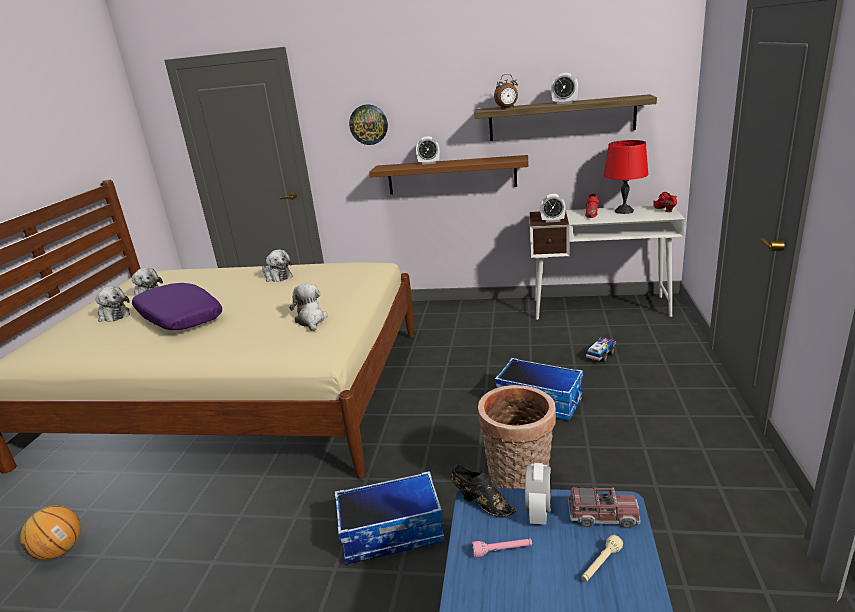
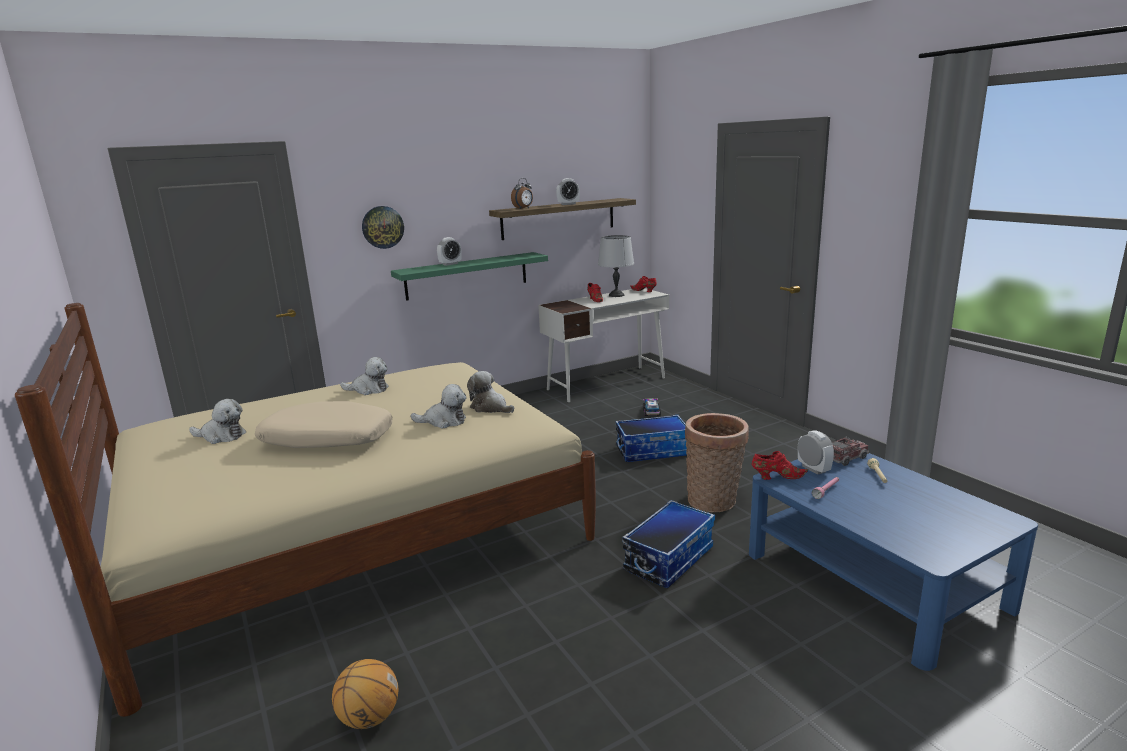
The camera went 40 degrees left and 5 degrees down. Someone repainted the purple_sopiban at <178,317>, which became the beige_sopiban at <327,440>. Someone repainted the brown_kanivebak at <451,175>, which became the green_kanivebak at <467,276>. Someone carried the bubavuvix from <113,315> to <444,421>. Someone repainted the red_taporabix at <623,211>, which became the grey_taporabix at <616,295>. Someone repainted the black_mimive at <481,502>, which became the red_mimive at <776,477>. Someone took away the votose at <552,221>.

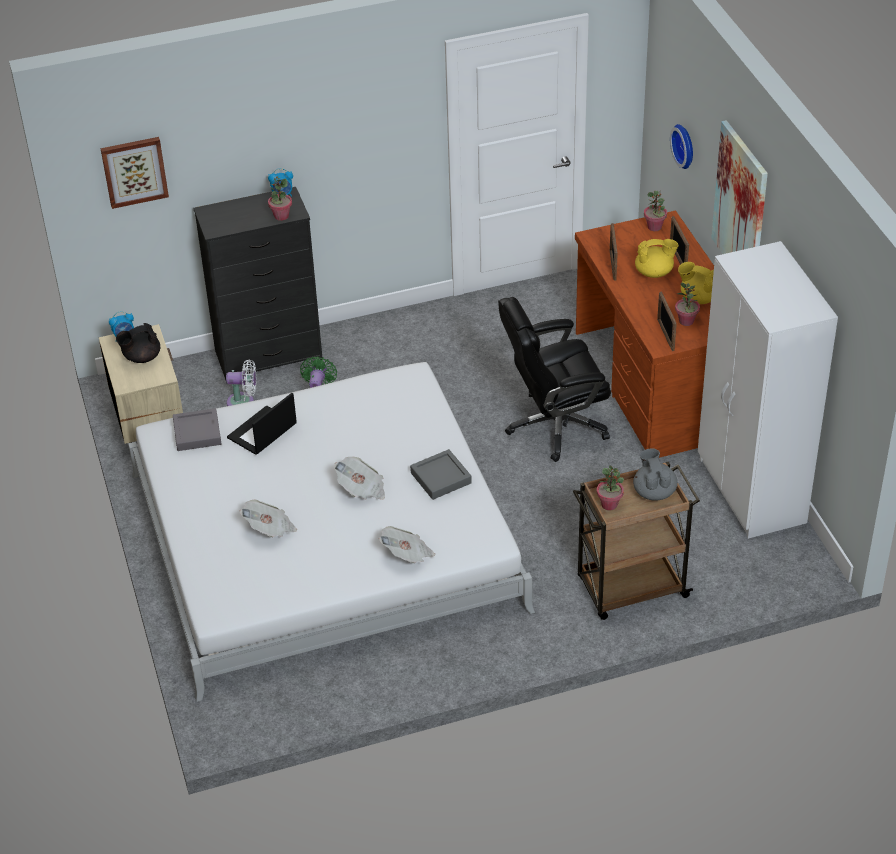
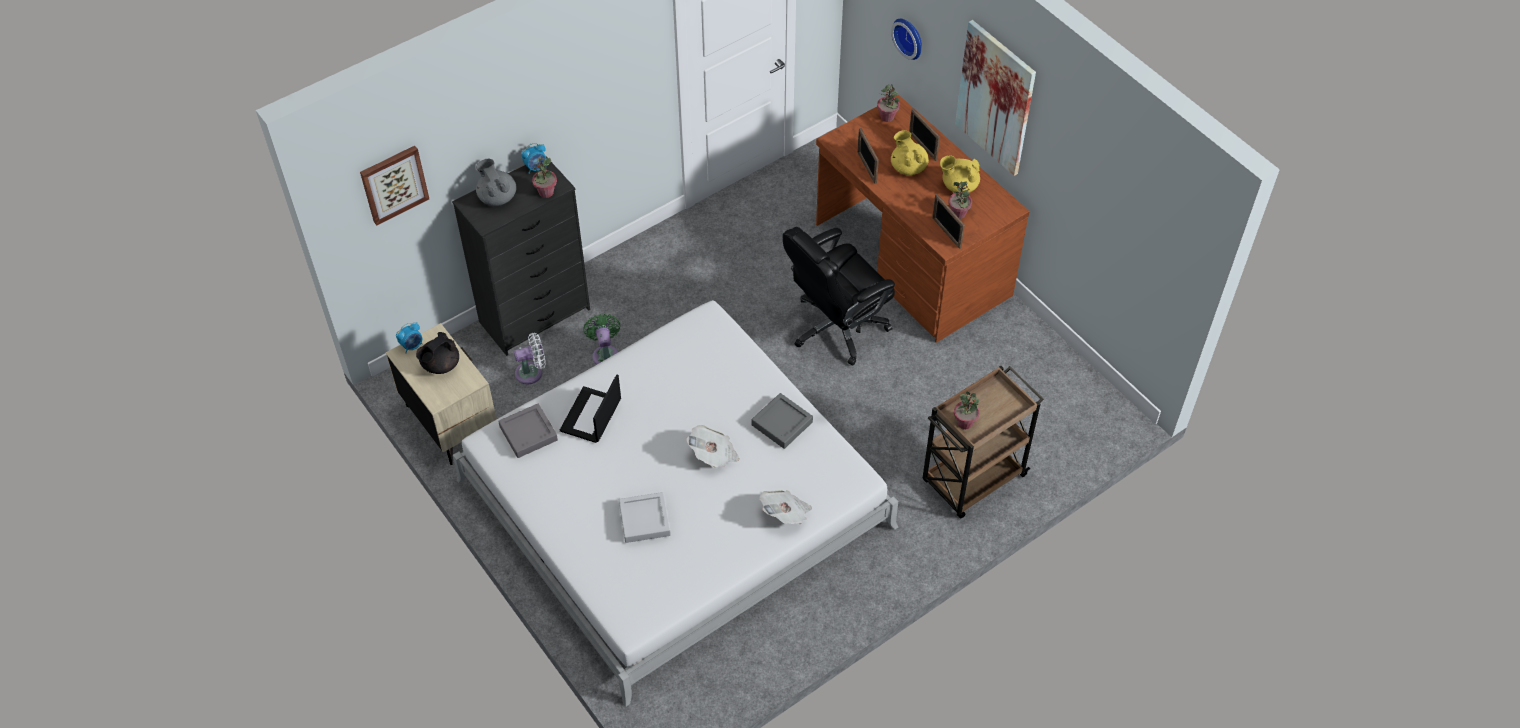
The camera went 20 degrees left and 10 degrees up. Someone carried the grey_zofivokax from <654,491> to <497,197>. Someone swapped the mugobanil at <270,529> for the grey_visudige at <644,520>. Someone rotated the yellow_zofivokax at <654,272> by 90 degrees counterclockwise. Someone took away the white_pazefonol at <750,492>.

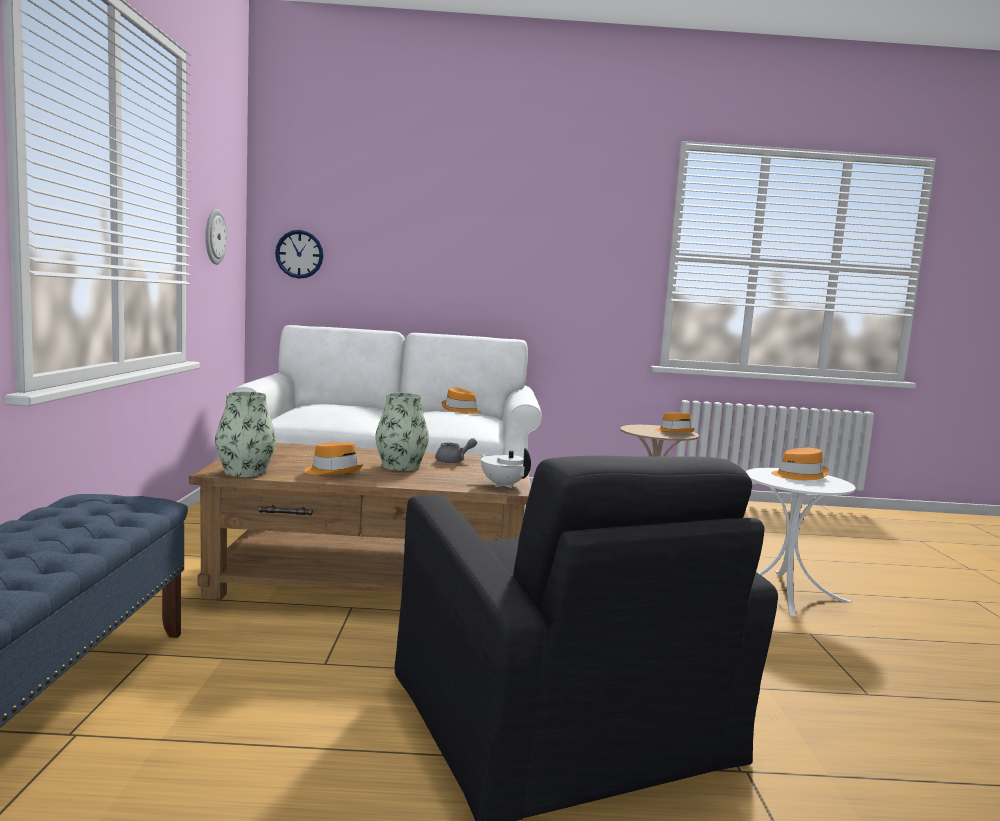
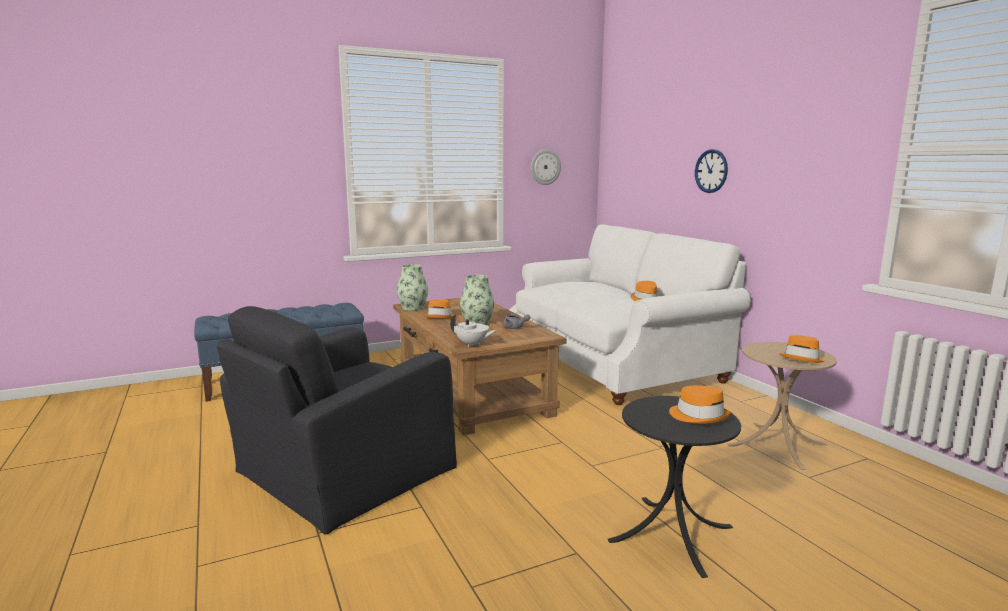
The camera went 65 degrees right and 5 degrees up. Someone rotated the white_zofivokax at <503,485> by 90 degrees clockwise. Someone repainted the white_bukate at <785,592>, which became the black_bukate at <671,534>. Someone carried the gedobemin from <299,254> to <711,171>.

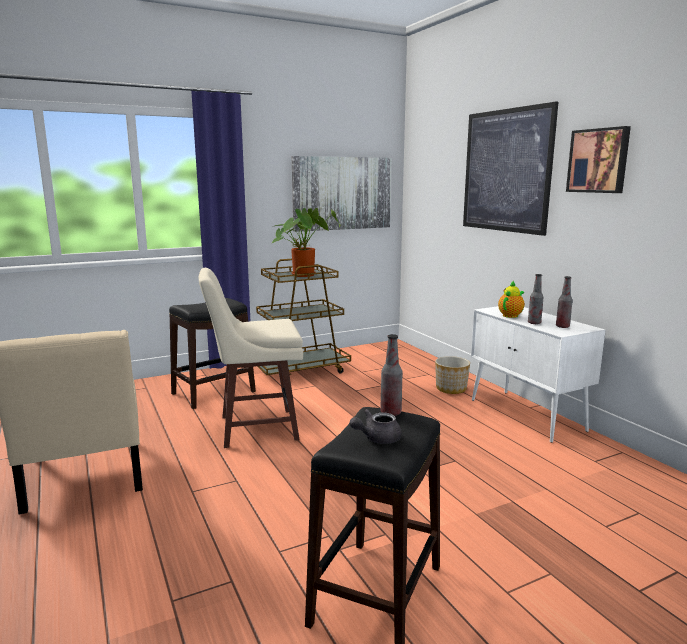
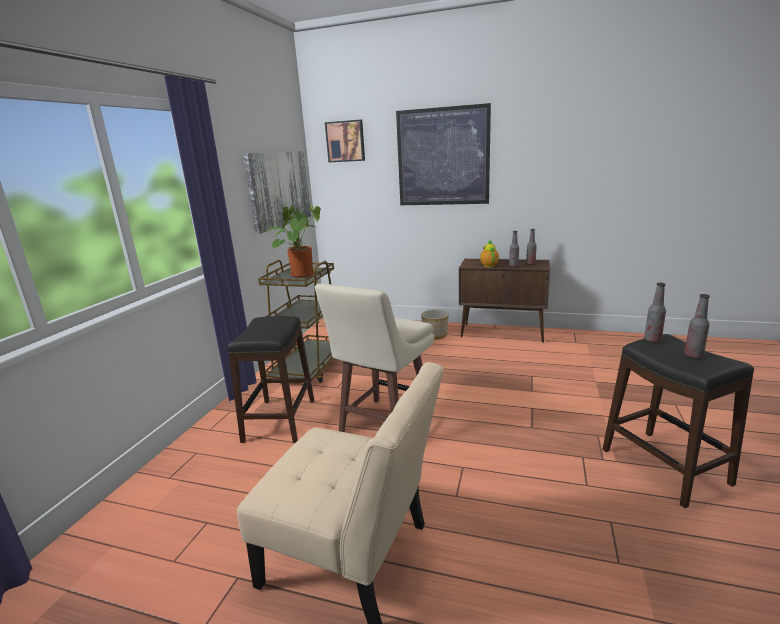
The camera went 45 degrees left and 5 degrees up. Someone carried the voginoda from <599,161> to <345,141>. Someone repainted the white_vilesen at <527,415>, which became the brown_vilesen at <503,333>. Someone swapped the grey_zofivokax at <376,439> for the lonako at <693,355>.

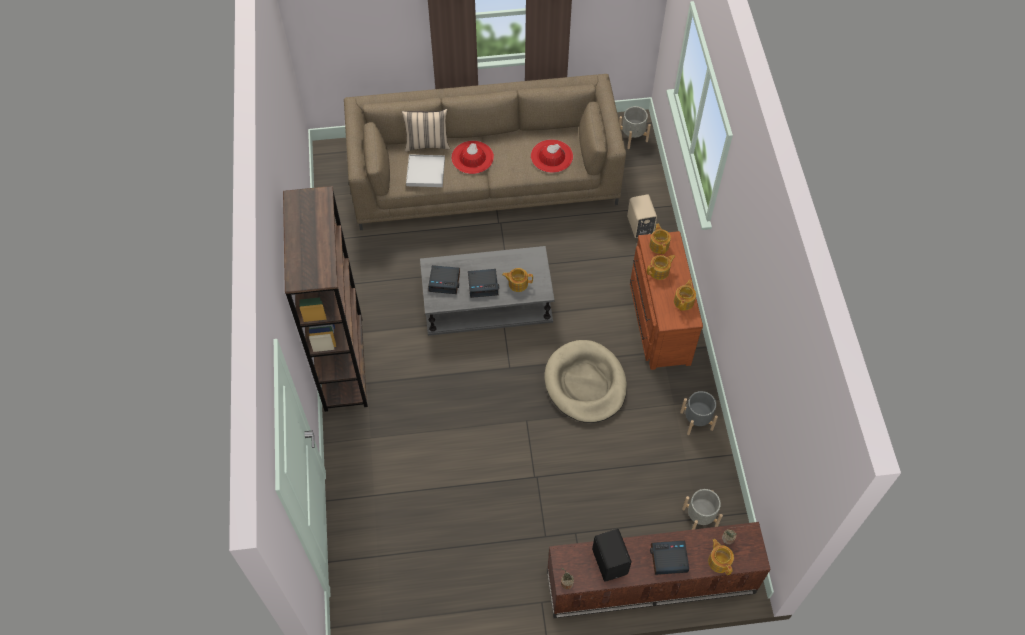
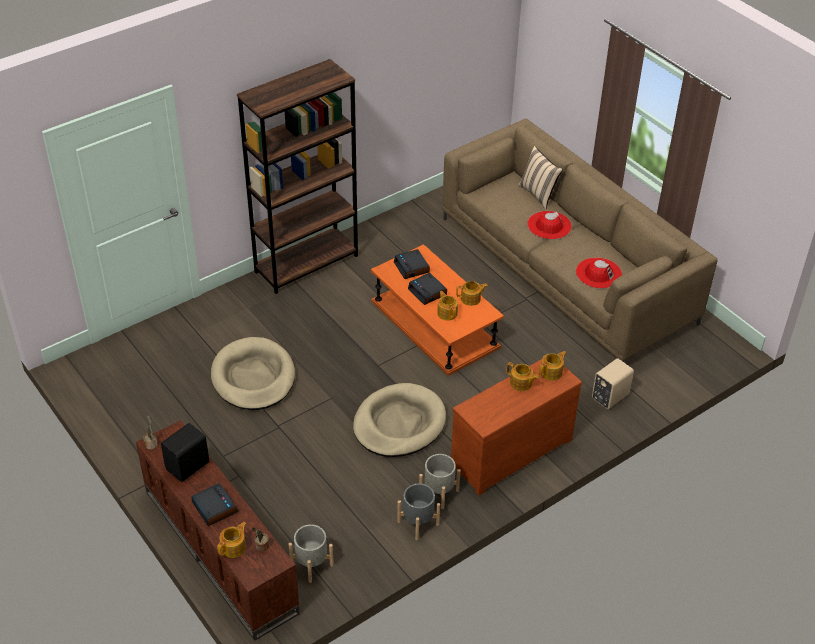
The camera went 60 degrees right and 15 degrees down. Someone put down the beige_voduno at <253,377>. Someone repainted the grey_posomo at <487,301>, which became the orange_posomo at <435,324>. Someone carried the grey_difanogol from <632,137> to <438,493>. Someone carried the zofivokax from <684,301> to <471,299>. Someone took away the white_visudige at <426,172>.

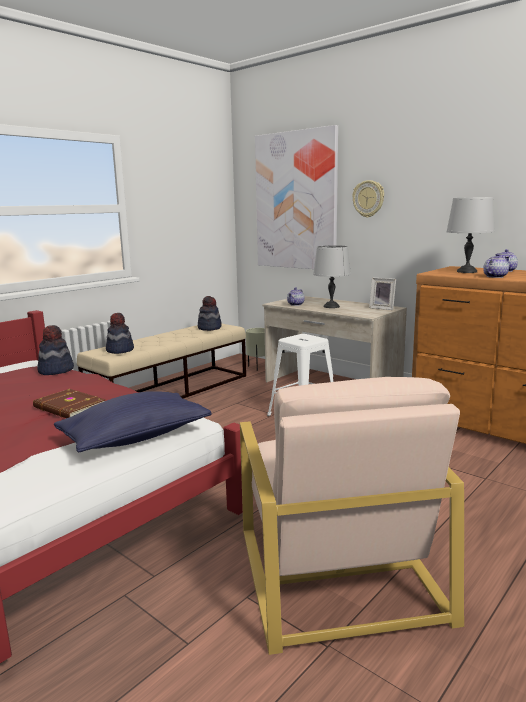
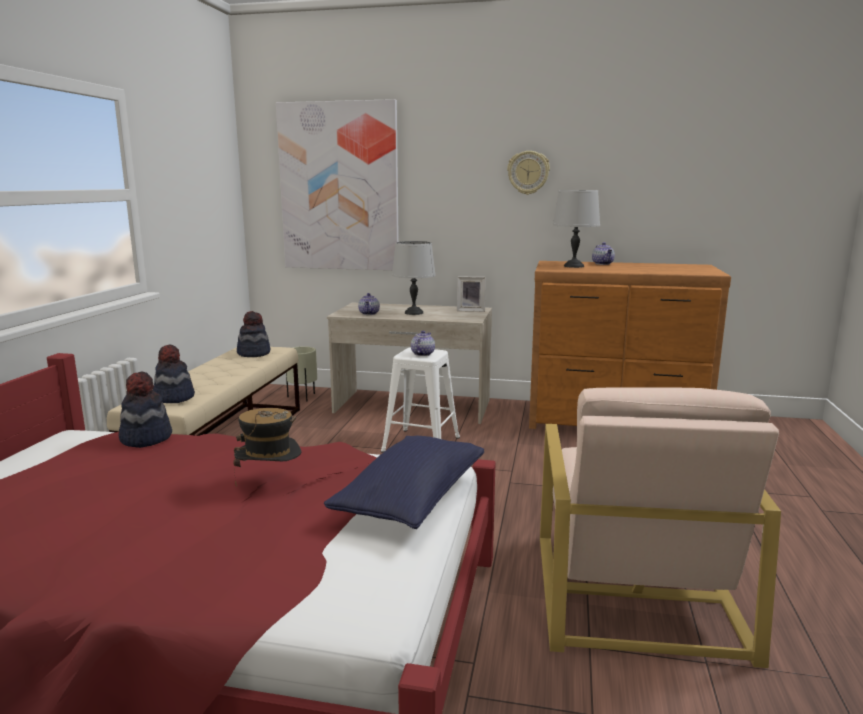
The camera went 30 degrees left and 0 degrees up. Someone swapped the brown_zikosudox at <69,408> for the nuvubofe at <269,482>. Someone carried the zofivokax from <494,276> to <422,354>. Someone carried the gedobemin from <368,199> to <528,172>. Someone rotated the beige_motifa at <338,570> by 45 degrees clockwise.

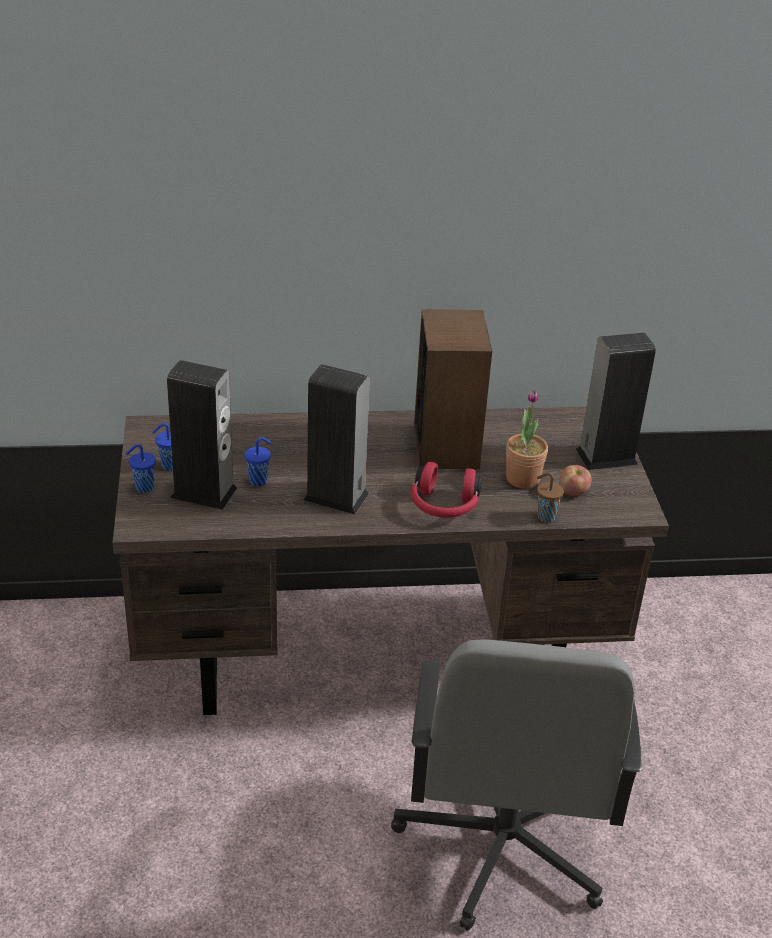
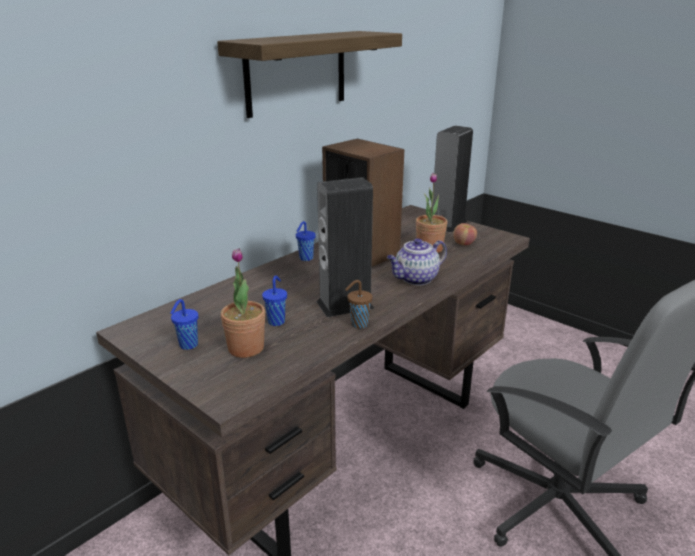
The camera went 40 degrees left and 10 degrees down. Someone put up the kanivebak at <296,72>. Someone swapped the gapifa at <204,492> for the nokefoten at <246,348>. Someone carried the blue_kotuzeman from <143,487> to <305,258>. Someone carried the brown_kotuzeman from <545,516> to <358,324>. Someone swapped the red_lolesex at <443,506> for the zofivokax at <415,279>.

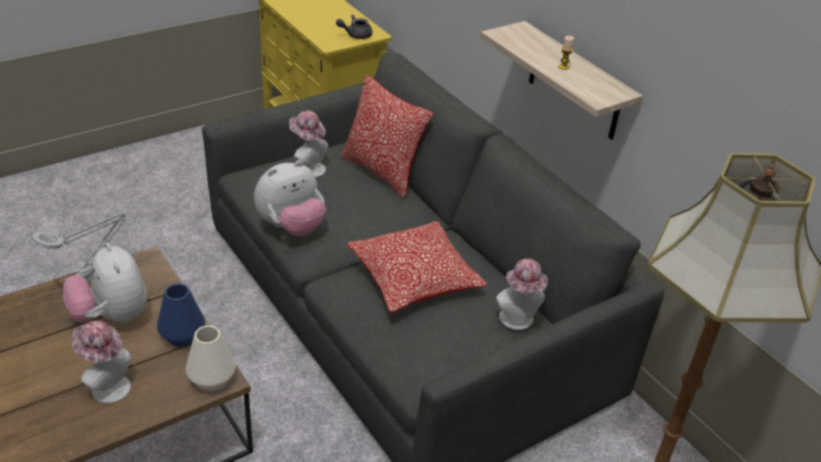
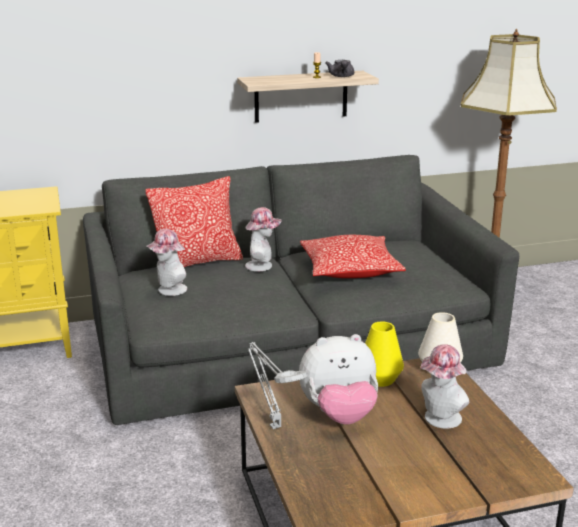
The camera went 70 degrees left and 15 degrees down. Someone carried the nuvubofe from <518,321> to <262,265>. Someone carried the grey_zofivokax from <355,35> to <341,76>. Someone repainted the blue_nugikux at <182,336>, which became the yellow_nugikux at <380,379>. Someone took away the bubavuvix at <291,227>.

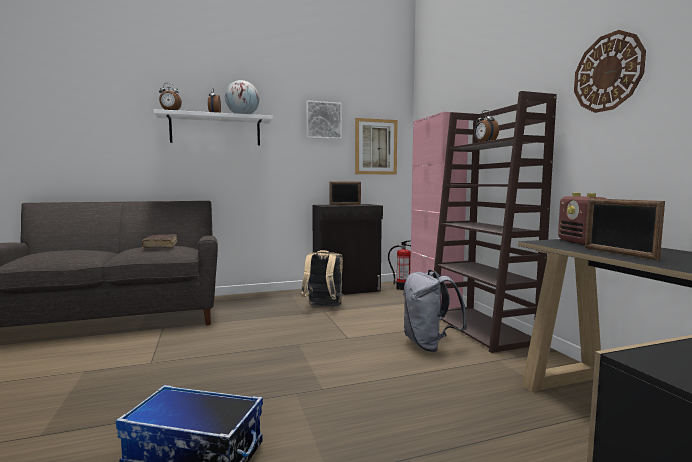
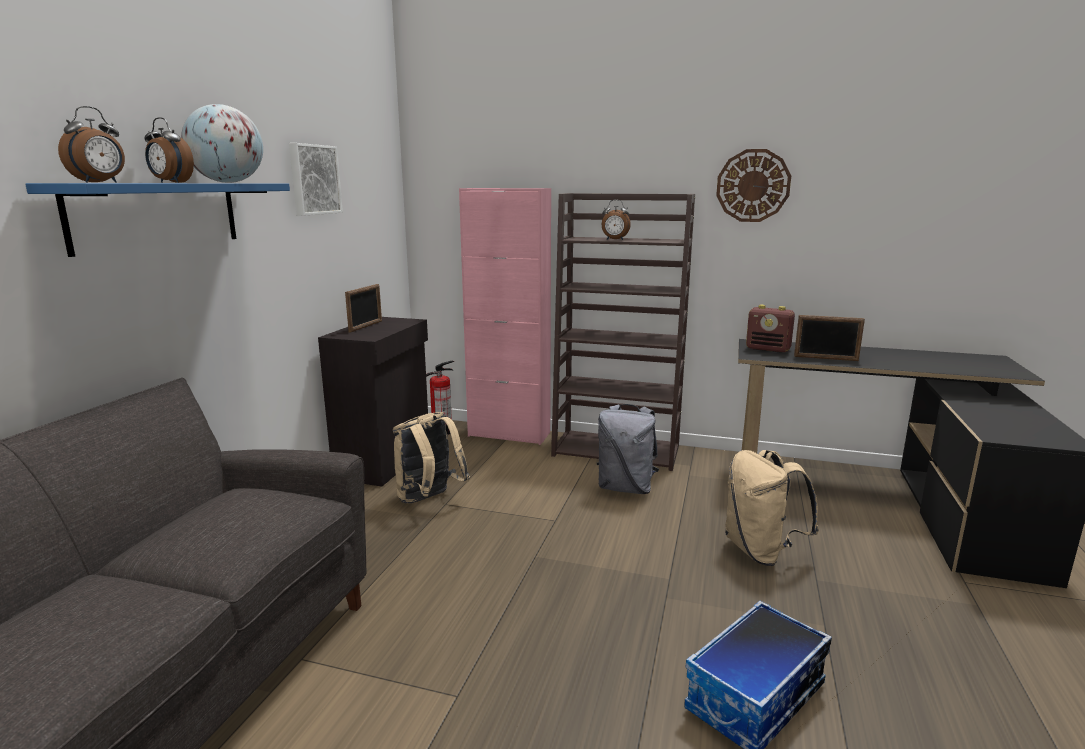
The camera went 55 degrees left and 10 degrees up. Someone repainted the white_kanivebak at <216,130>, which became the blue_kanivebak at <158,215>. Someone put down the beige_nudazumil at <761,551>. Someone took away the brown_zikosudox at <160,246>. Someone took away the voginoda at <376,147>.

